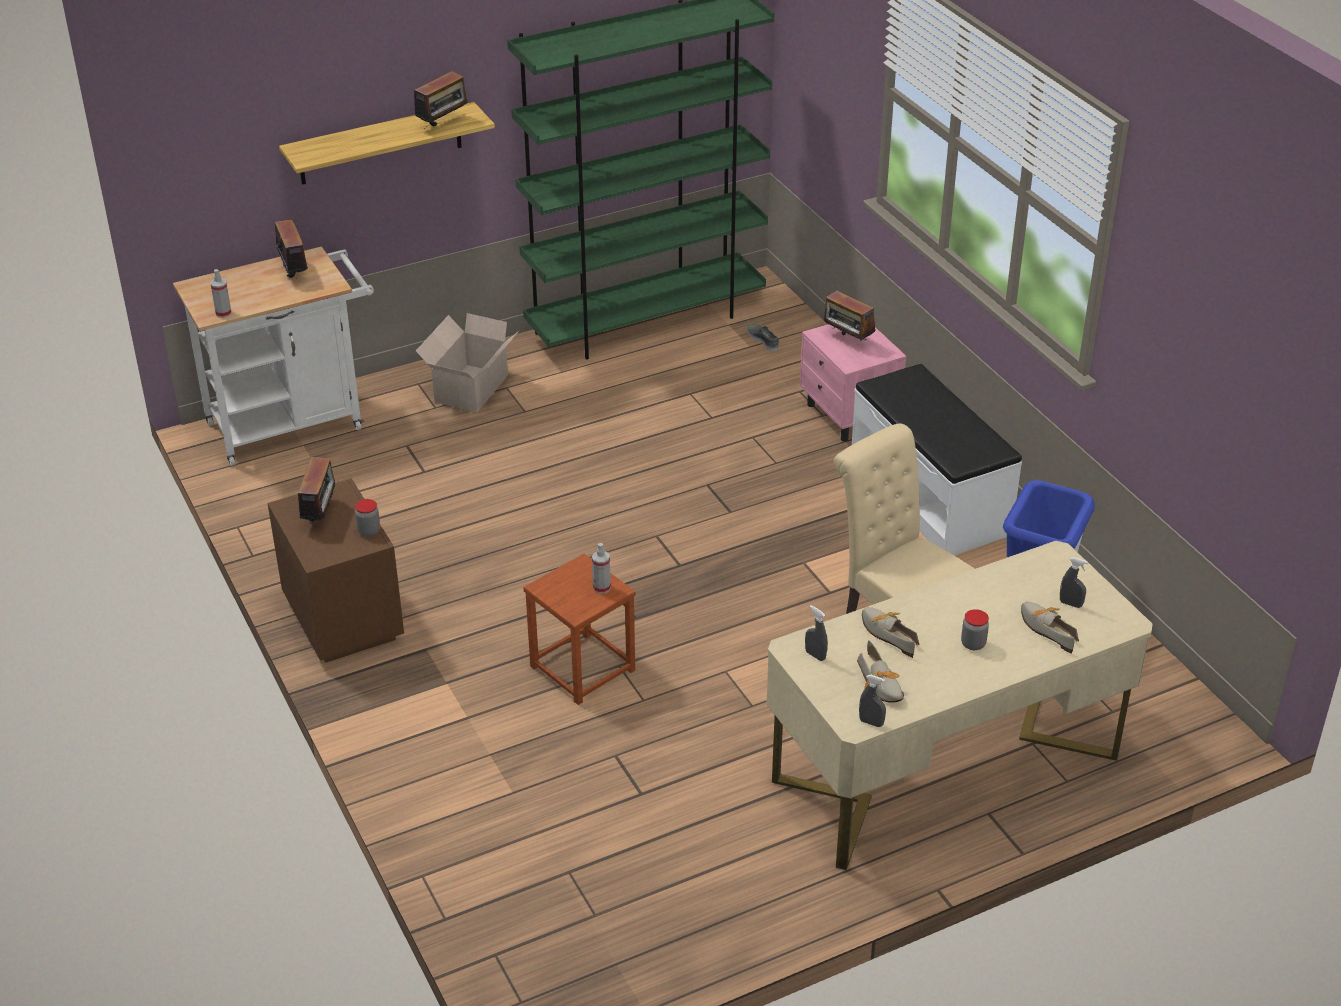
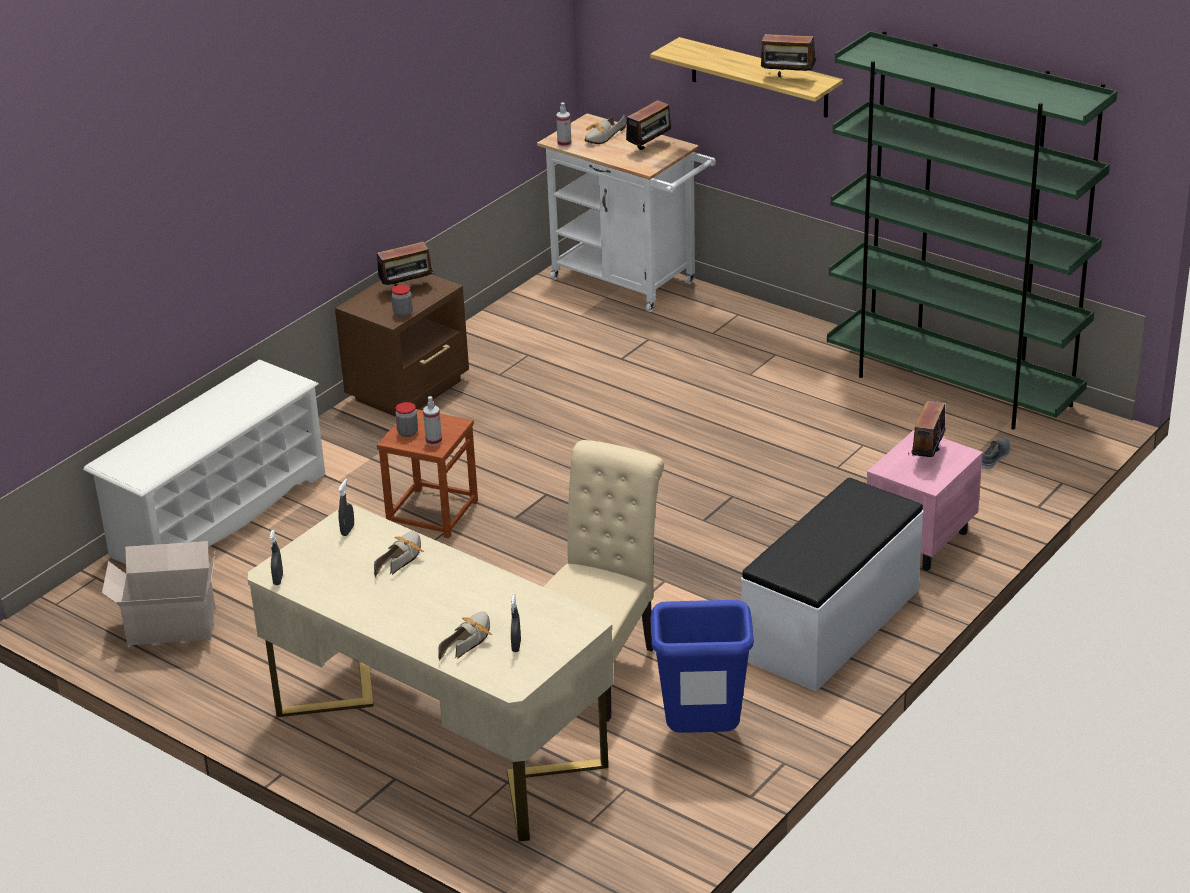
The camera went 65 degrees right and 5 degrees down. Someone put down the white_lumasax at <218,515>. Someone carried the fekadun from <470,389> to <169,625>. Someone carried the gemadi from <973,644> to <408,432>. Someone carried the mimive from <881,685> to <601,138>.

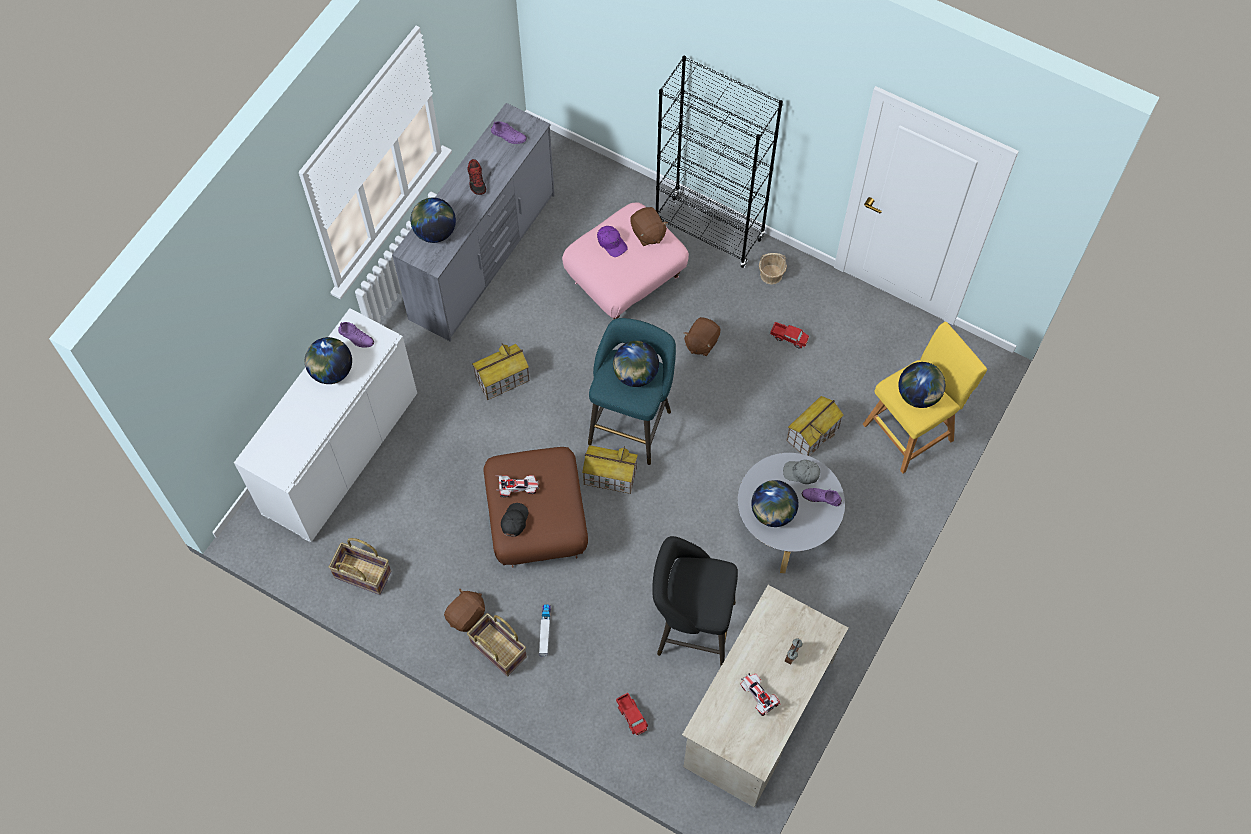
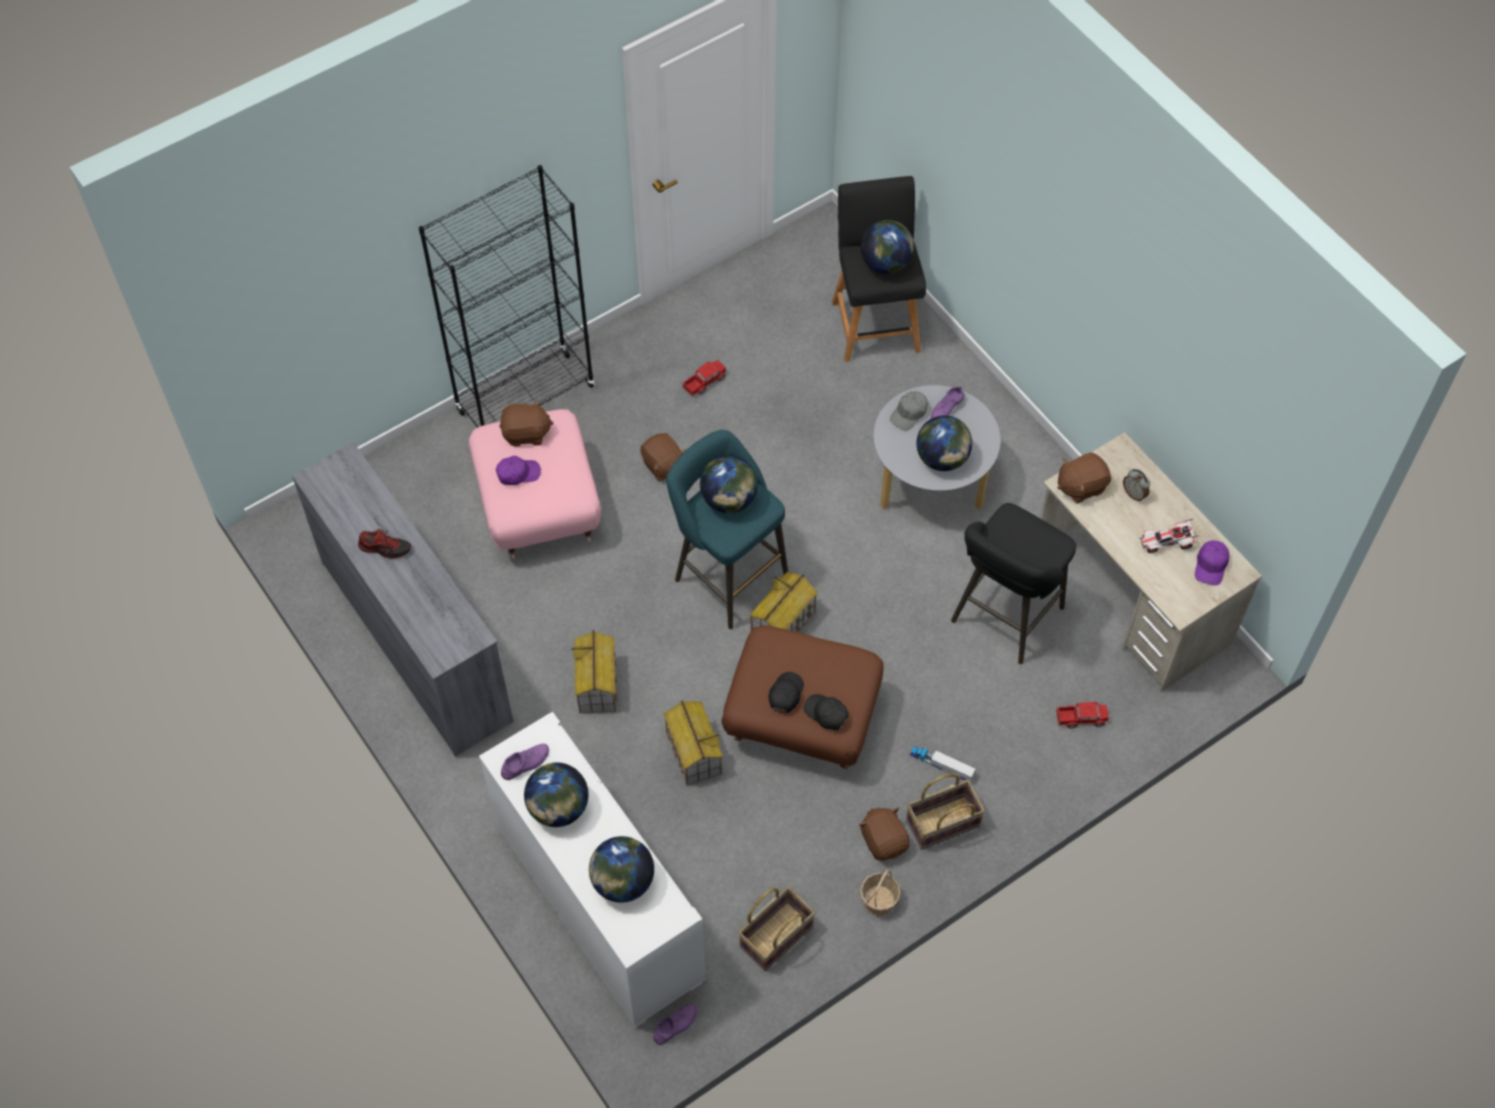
The camera went 65 degrees left and 5 degrees down. Someone carried the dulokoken from <435,232> to <622,881>. Someone carried the purple_mimive from <508,136> to <675,1025>. Someone carried the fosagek from <812,434> to <693,752>. Someone swapped the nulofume at <517,488> for the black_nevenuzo at <785,694>. Someone repainted the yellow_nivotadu at <911,430>, which became the black_nivotadu at <874,322>. Someone carried the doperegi from <771,274> to <879,900>. Someone put down the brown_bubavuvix at <1081,486>. Someone put down the purple_nevenuzo at <1211,565>.

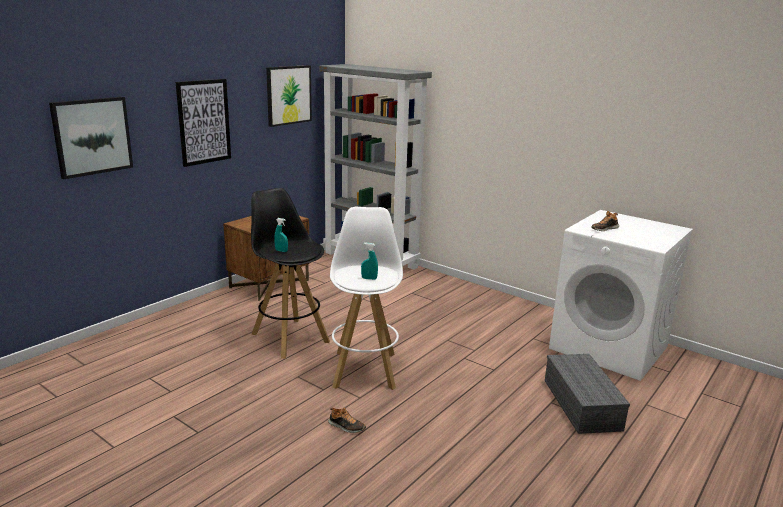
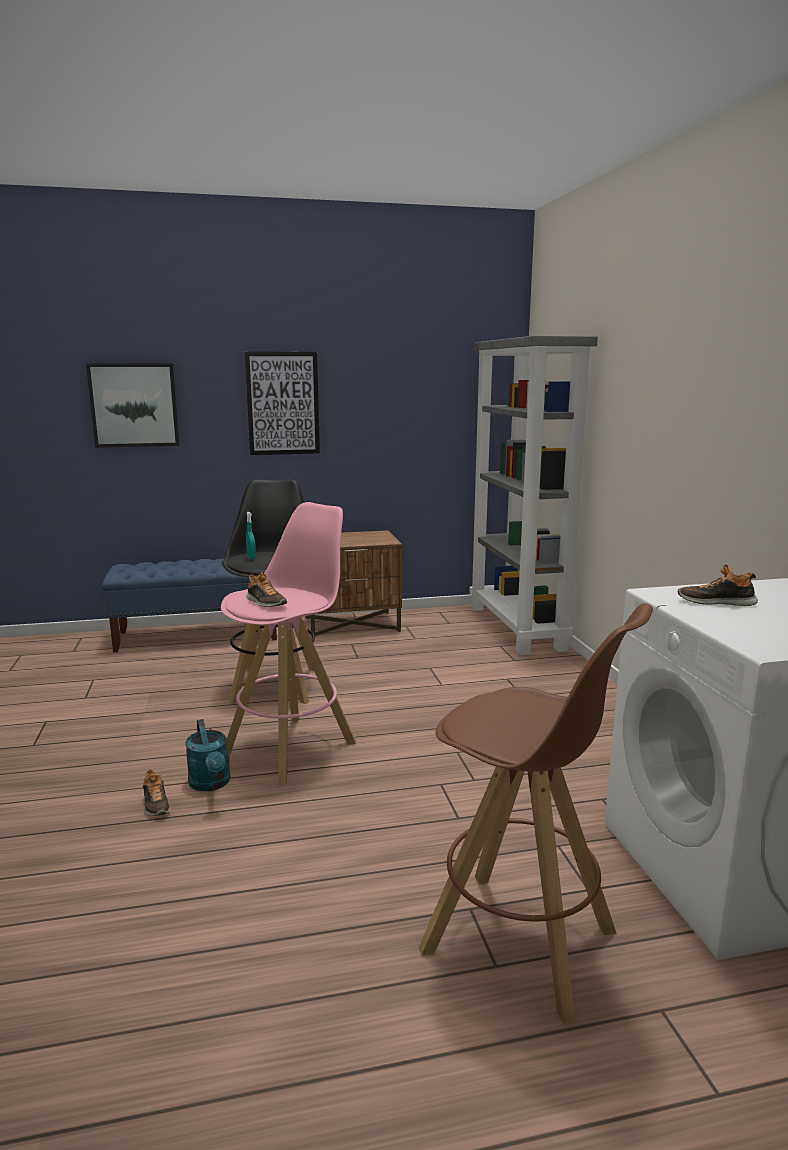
The camera went 40 degrees right and 5 degrees down. Someone put down the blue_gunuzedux at <198,636>. Someone put down the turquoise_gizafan at <211,784>. Someone repainted the white_nivotadu at <365,369>, which became the pink_nivotadu at <291,747>. Someone swapped the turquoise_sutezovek at <369,278> for the mimive at <265,602>. Someone swapped the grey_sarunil at <583,405> for the brown_nivotadu at <521,942>. Someone took away the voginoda at <288,95>.

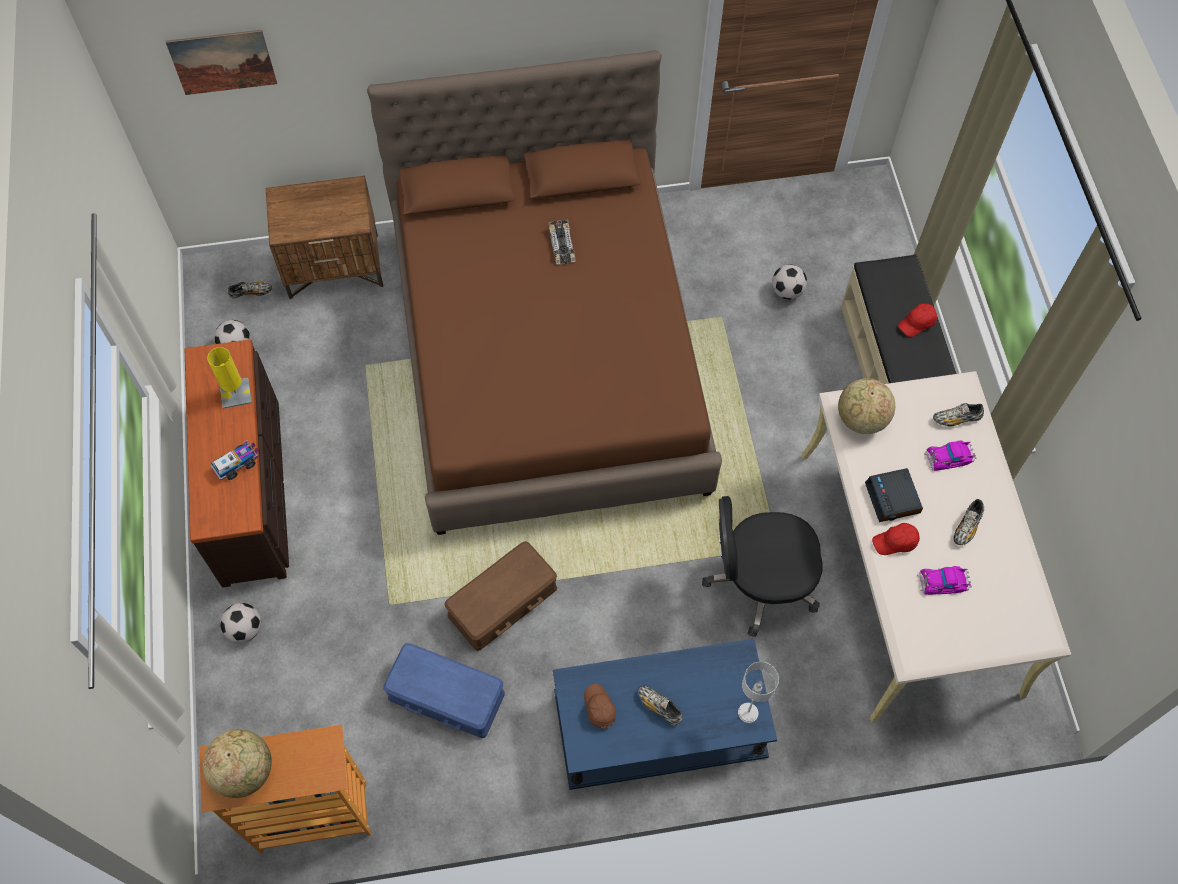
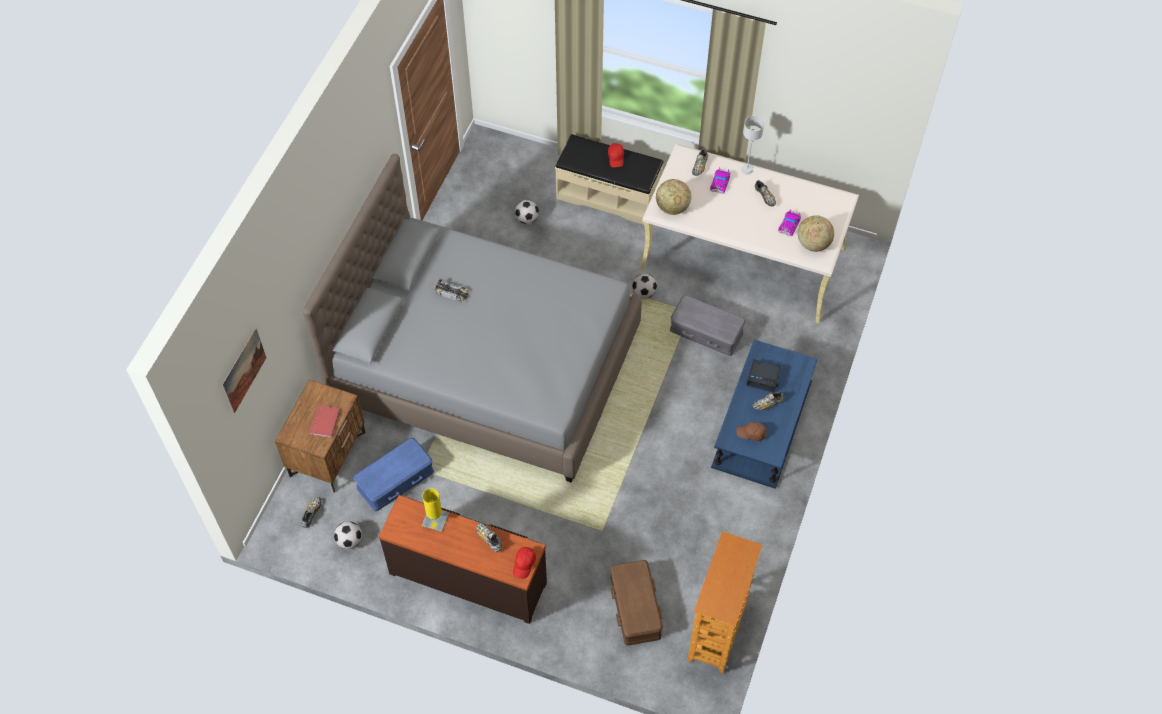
The camera went 60 degrees left and 5 degrees down. Someone repainted the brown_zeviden at <548,357>, which became the grey_zeviden at <486,364>. Someone put down the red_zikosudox at <324,422>. Someone carried the blue_sarunil from <445,696> to <395,480>. Someone swapped the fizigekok at <238,464> for the mimive at <489,539>. Someone carried the red_nevenuzo from <895,542> to <524,564>. Someone carried the brown_sarunil from <502,600> to <634,607>. Someone carried the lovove from <245,629> to <644,293>. Someone swapped the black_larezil at <759,582> for the grey_sarunil at <706,331>. Someone carried the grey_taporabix from <747,712> to <747,169>. Someone carried the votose from <893,498> to <763,377>. Someone carried the dulokoken from <245,771> to <813,244>.

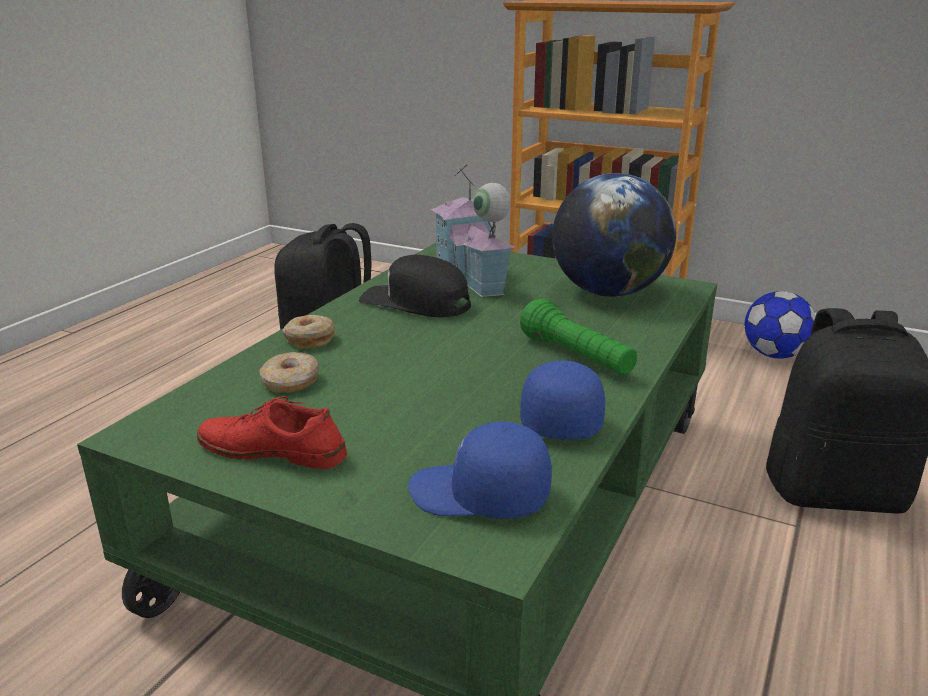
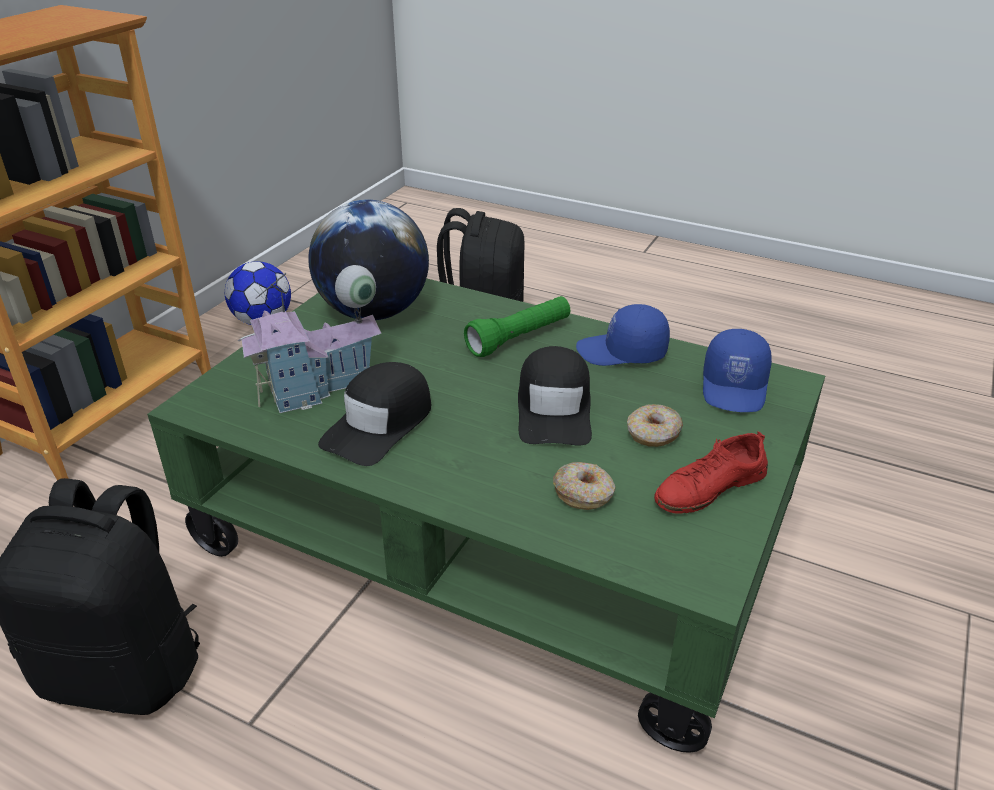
The camera went 90 degrees left and 10 degrees up. Someone put down the black_nevenuzo at <554,408>. Someone carried the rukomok from <309,339> to <653,434>. Someone rotated the red_mimive at <272,450> by 45 degrees clockwise.

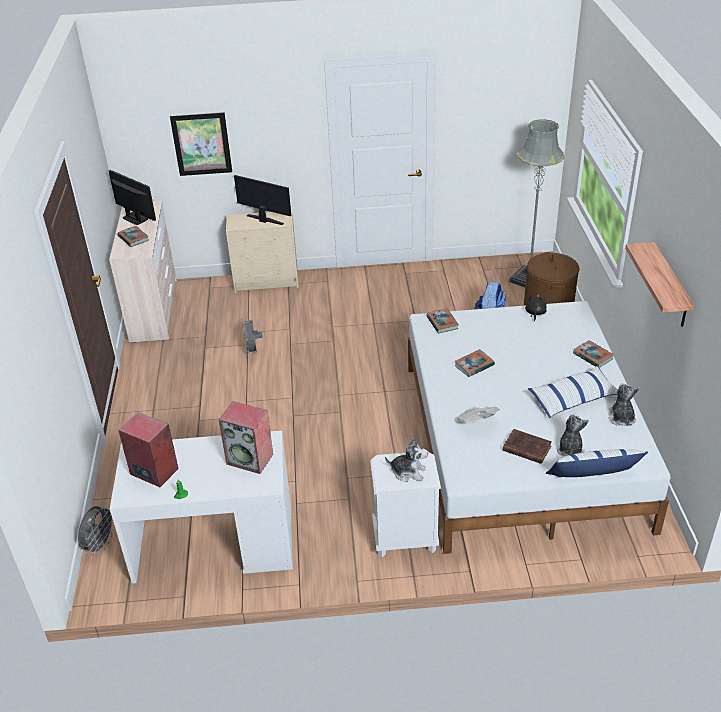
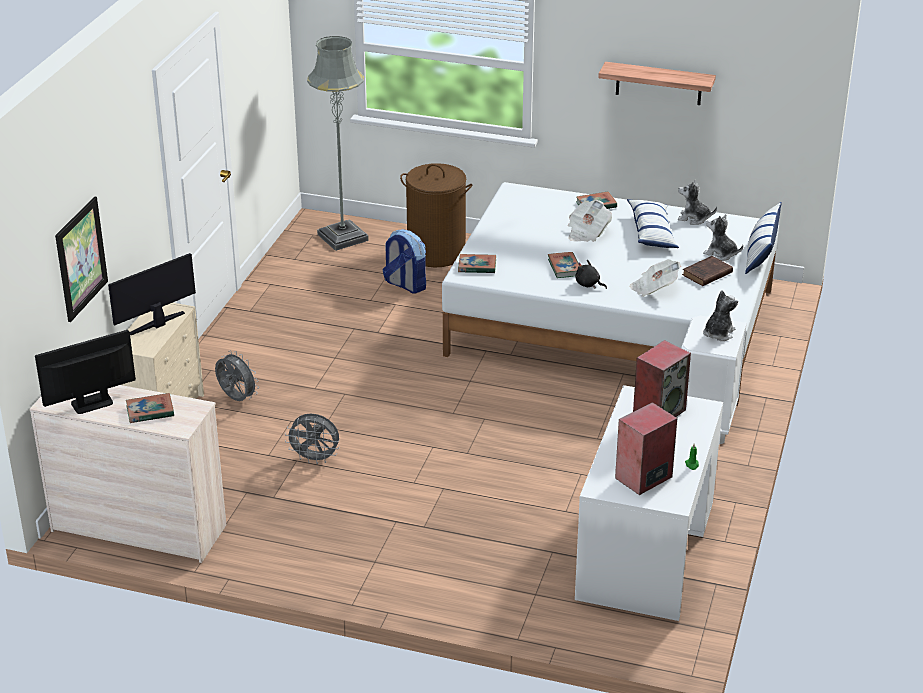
The camera went 70 degrees left and 5 degrees down. Someone carried the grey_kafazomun from <100,545> to <236,399>. Someone put down the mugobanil at <587,233>. Someone carried the black_bubavuvix from <535,313> to <588,284>.

